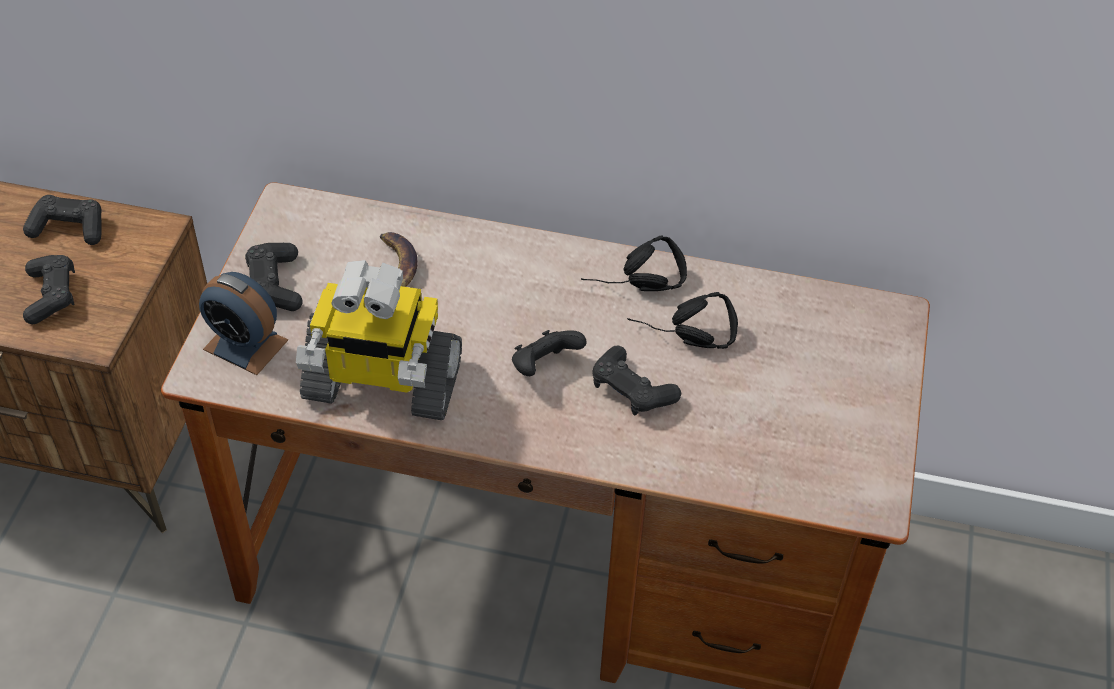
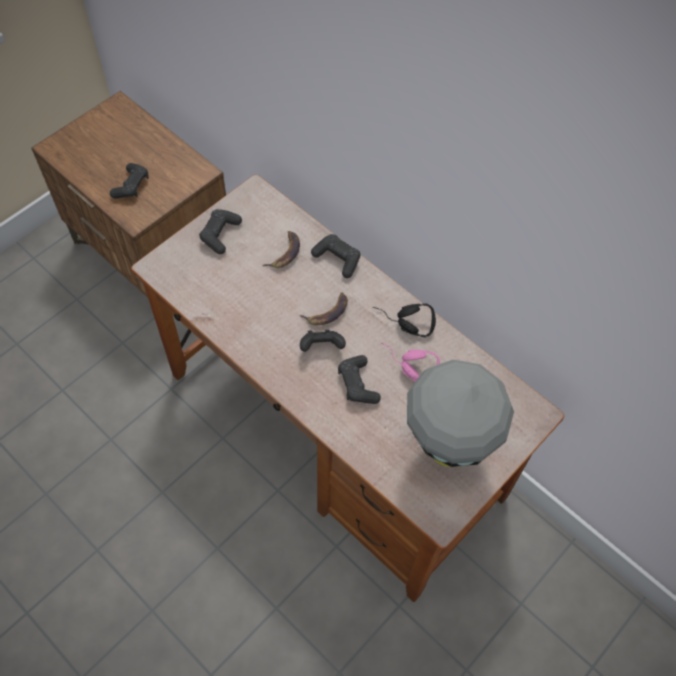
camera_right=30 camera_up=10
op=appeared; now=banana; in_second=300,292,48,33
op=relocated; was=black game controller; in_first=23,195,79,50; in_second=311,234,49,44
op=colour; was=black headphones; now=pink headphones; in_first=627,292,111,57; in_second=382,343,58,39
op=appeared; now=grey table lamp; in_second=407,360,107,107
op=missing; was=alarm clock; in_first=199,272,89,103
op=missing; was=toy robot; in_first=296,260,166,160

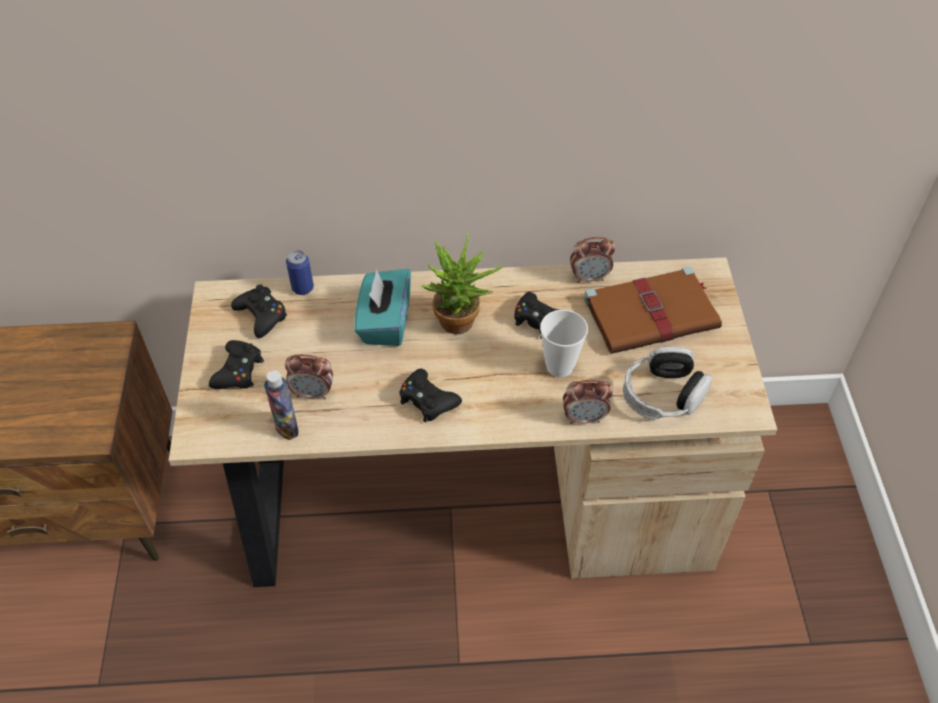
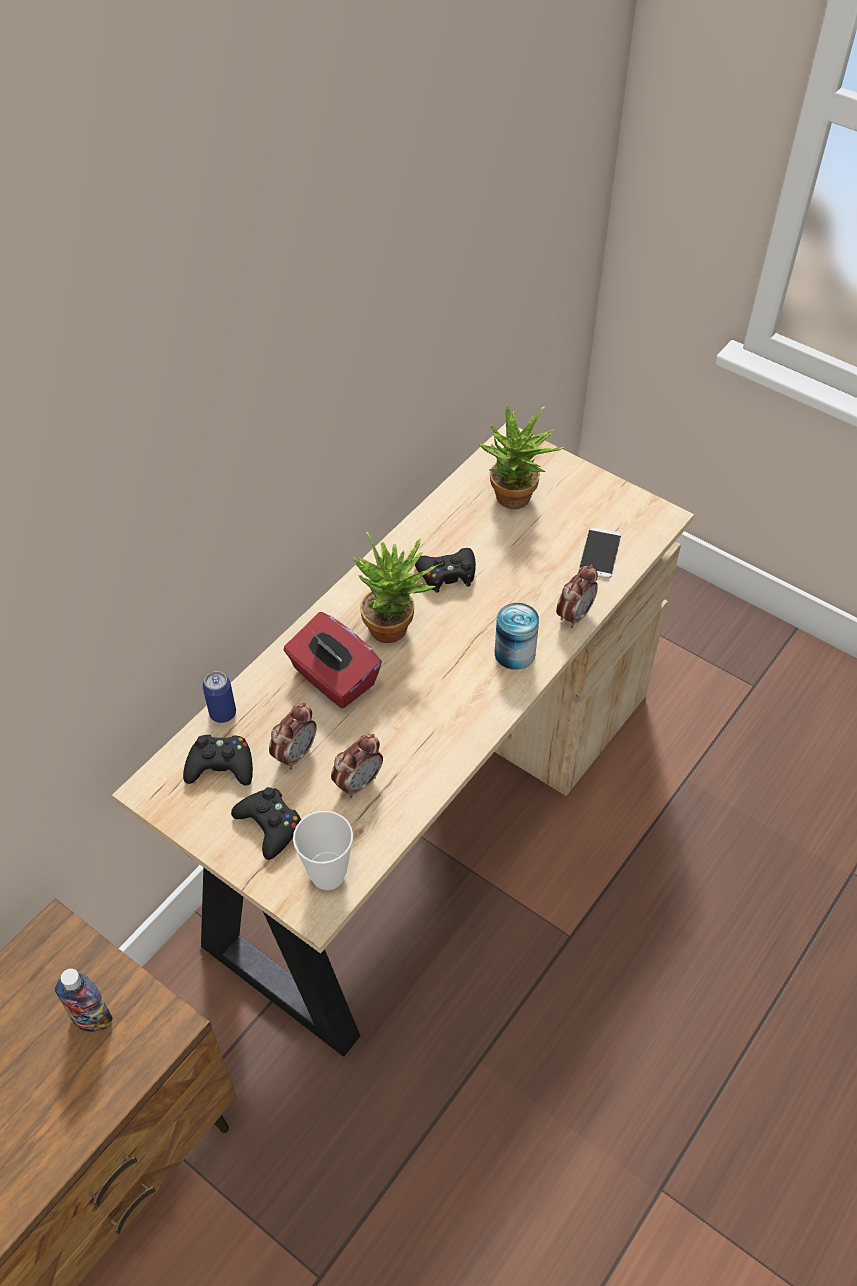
camera_right=-50 camera_up=0
op=relocated; was=bottle; in_first=264,370,35,70; in_second=54,969,59,63
op=relocated; was=alarm clock; in_first=570,237,45,46; in_second=269,703,48,67
op=colour; was=turquoise tissue box; now=red tissue box; in_first=355,269,56,77; in_second=284,612,98,96
op=relocated; was=cup; in_first=540,310,48,67; in_second=293,811,60,79
op=exchanged; was=brown book; now=potted plant; in_first=584,266,138,88; in_second=479,402,85,107
op=appeared; now=can; in_second=495,603,44,67
op=exchanged; was=headphones; now=phone; in_first=623,347,89,73; in_second=579,527,42,52
op=missing; was=black game controller; in_first=399,368,63,54

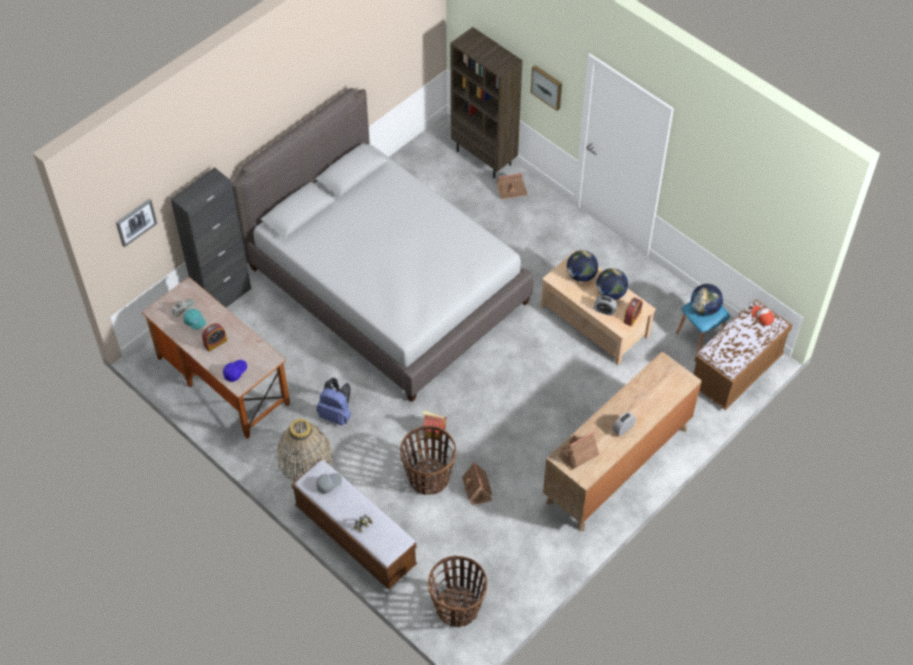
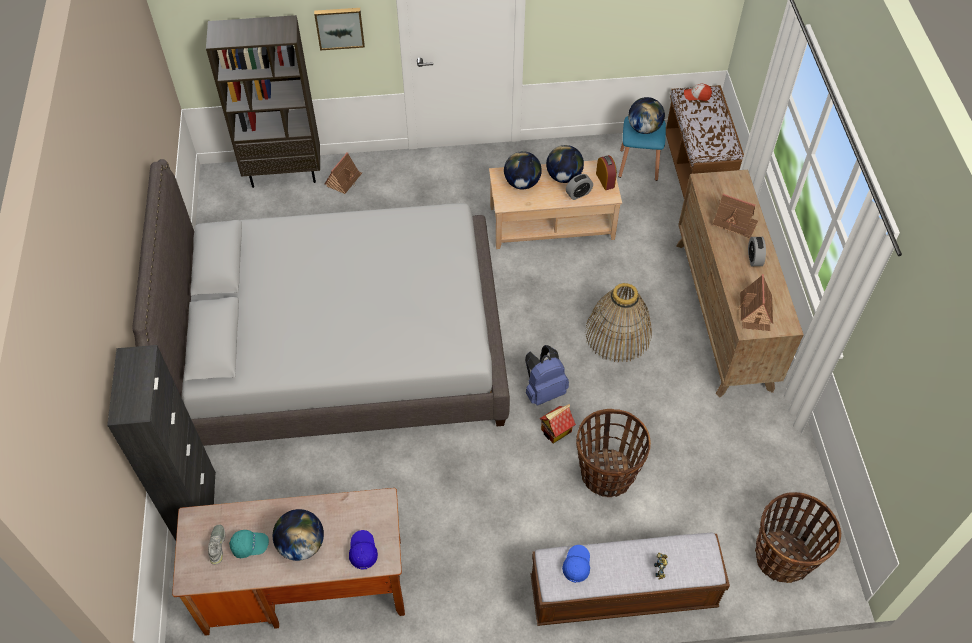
camera_right=-50 camera_up=0
op=exchanged; was=alarm clock; now=globe; in_first=202,323,25,29; in_second=273,509,51,52
op=relocated; was=blue backpack; in_first=317,378,34,48; in_second=525,345,44,61
op=colour; was=grey cap; now=blue cap; in_first=316,473,26,21; in_second=562,545,28,38
op=relocated; was=basket; in_first=277,419,56,62; in_second=585,283,67,80
op=relocated; was=toy house; in_first=462,462,30,43; in_second=713,194,45,44
op=missing; was=picture; in_first=116,198,41,49

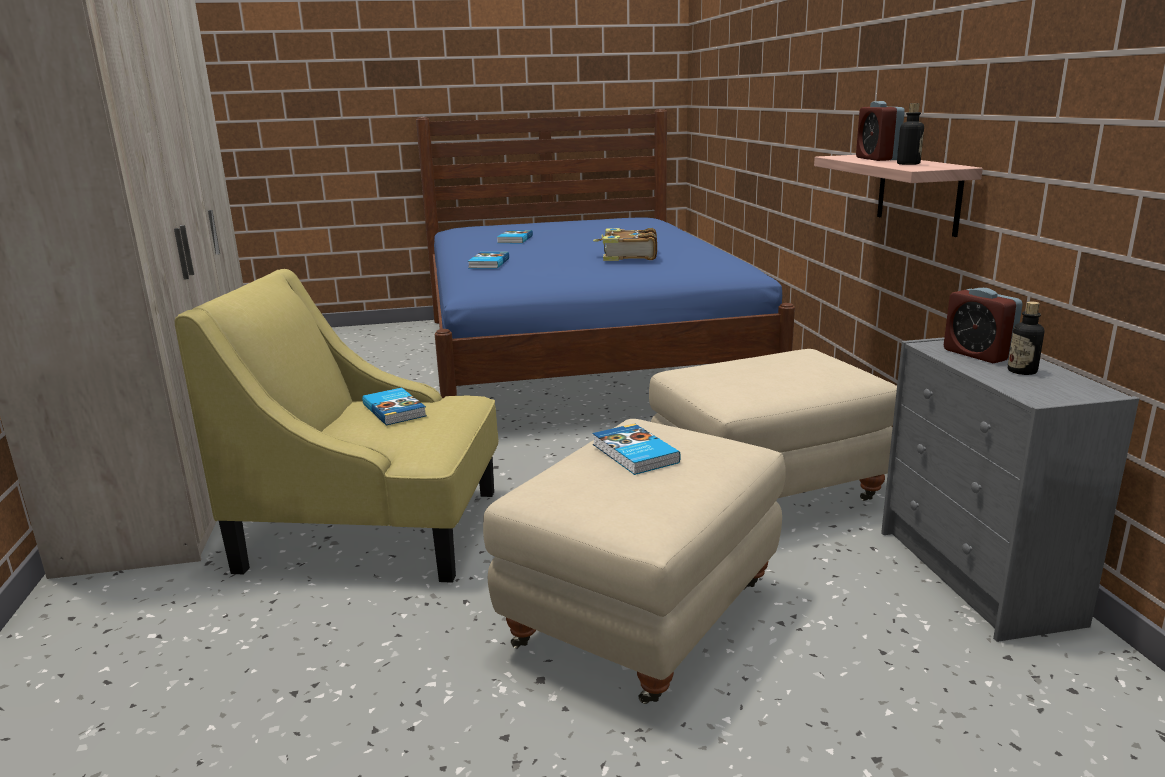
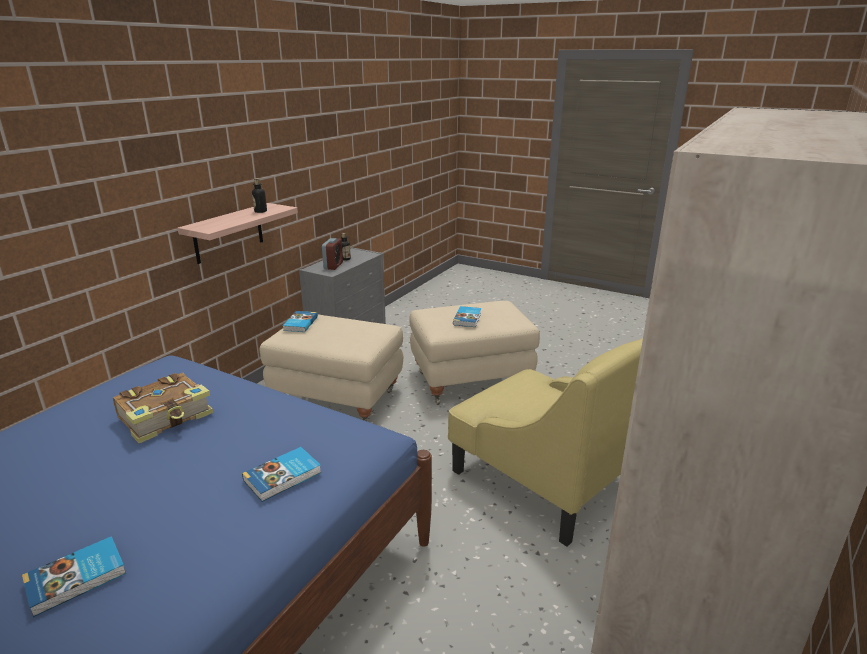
camera_right=-140 camera_up=5
op=relocated; was=book; in_first=362,387,65,38; in_second=283,311,35,21
op=missing; was=alarm clock; in_first=856,101,49,60

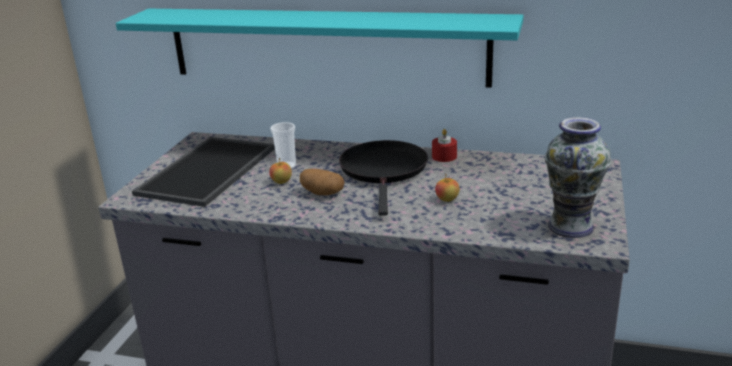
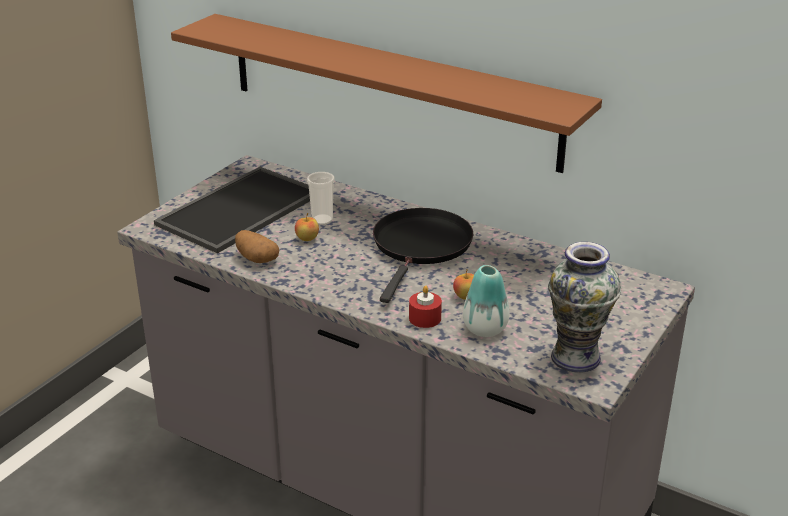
camera_right=15 camera_up=5
op=colour; was=turquoise shelf; now=brown shelf; in_first=116,9,408,79; in_second=171,14,431,159
op=relocated; was=potato; in_first=300,169,45,26; in_second=235,230,44,33
op=relocated; was=red candle; in_first=432,129,25,33; in_second=409,286,33,42
op=appeared; now=vase; in_second=463,265,46,72

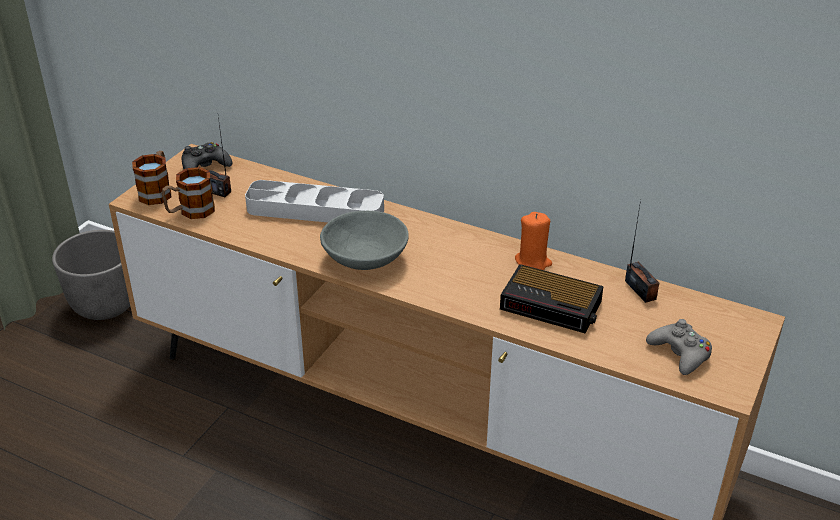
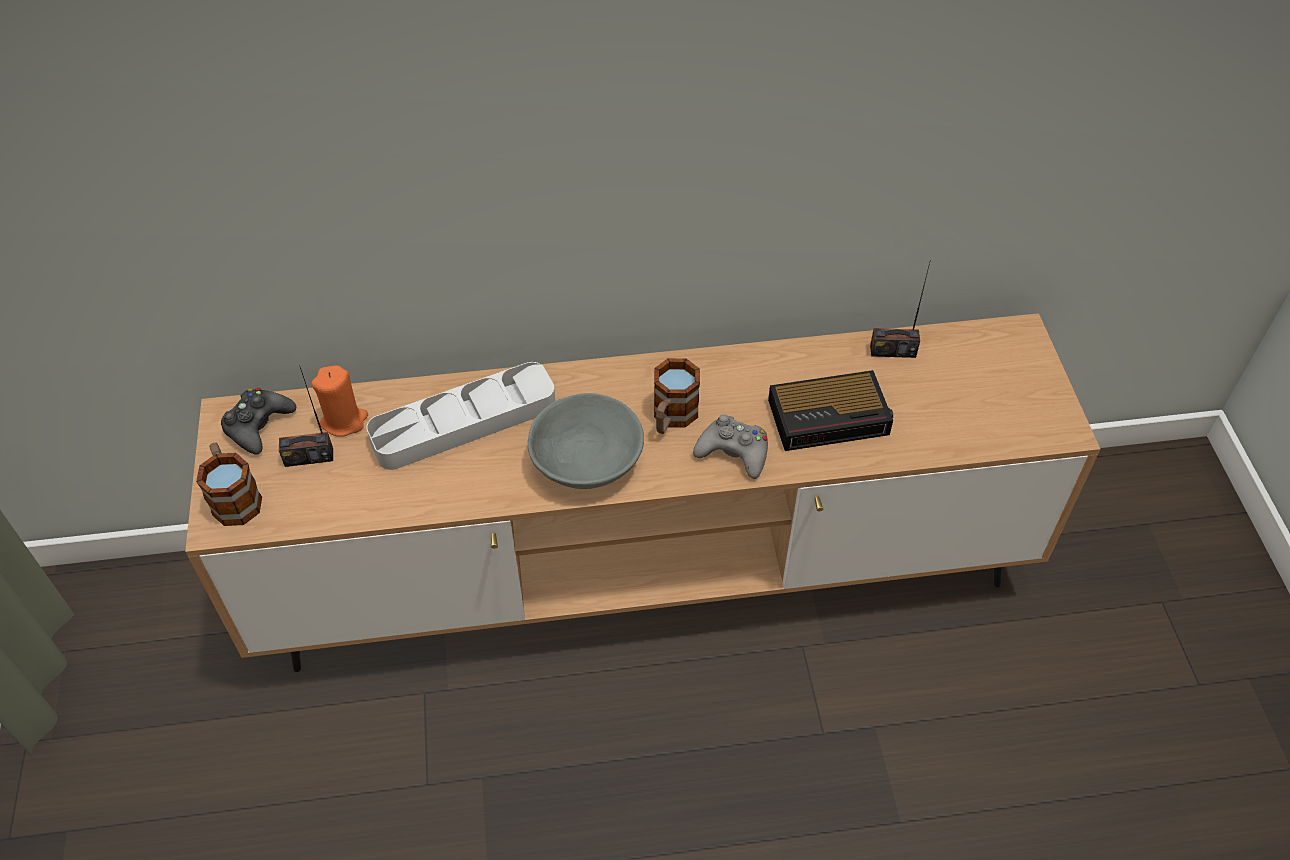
camera_right=-35 camera_up=15
op=relocated; was=orange candle; in_first=515,212,37,58; in_second=311,365,57,72
op=relocated; was=mug; in_first=162,167,53,52; in_second=654,358,46,76
op=relocated; was=grey game controller; in_first=646,319,66,56; in_second=693,414,75,65
op=spun; was=radio; in_first=625,200,34,103; in_second=870,263,60,95; clockwise=150
op=missing; was=grey planter; in_first=52,230,78,90

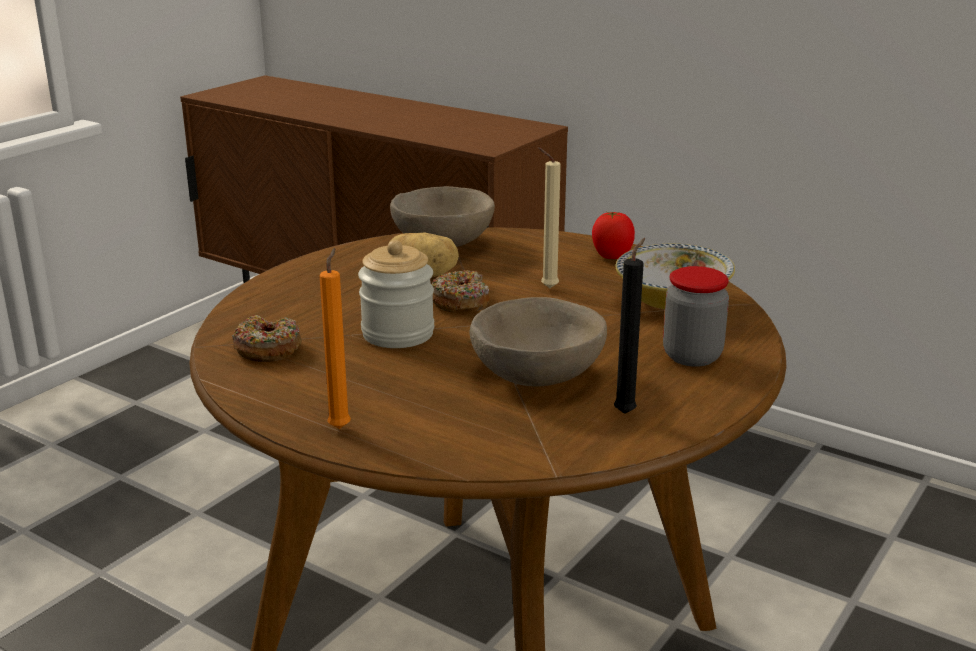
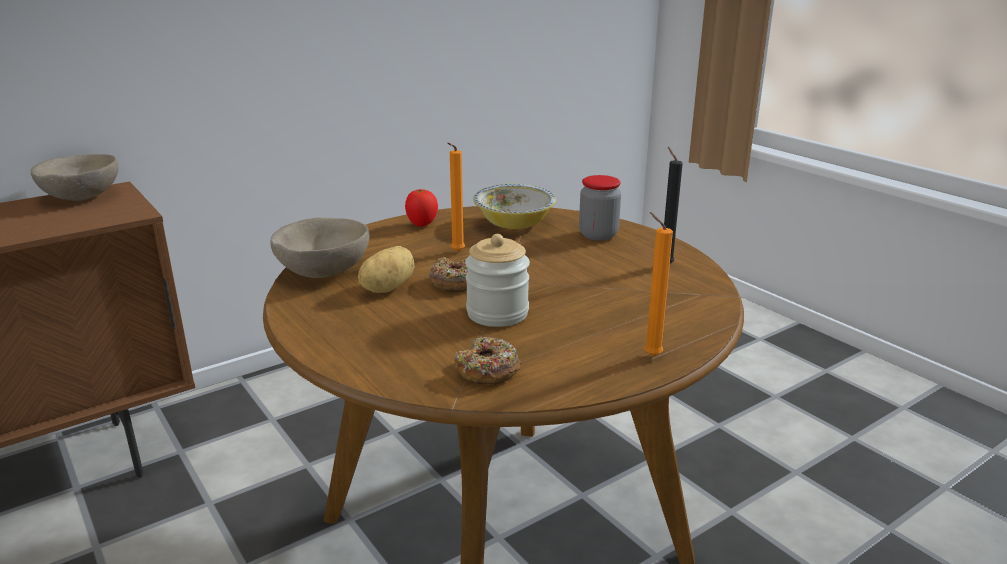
camera_right=-70 camera_up=0
op=relocated; was=beige bowl; in_first=469,297,138,90; in_second=31,154,88,47
op=colour; was=beige candle; now=orange candle; in_first=538,147,23,141; in_second=447,142,18,110

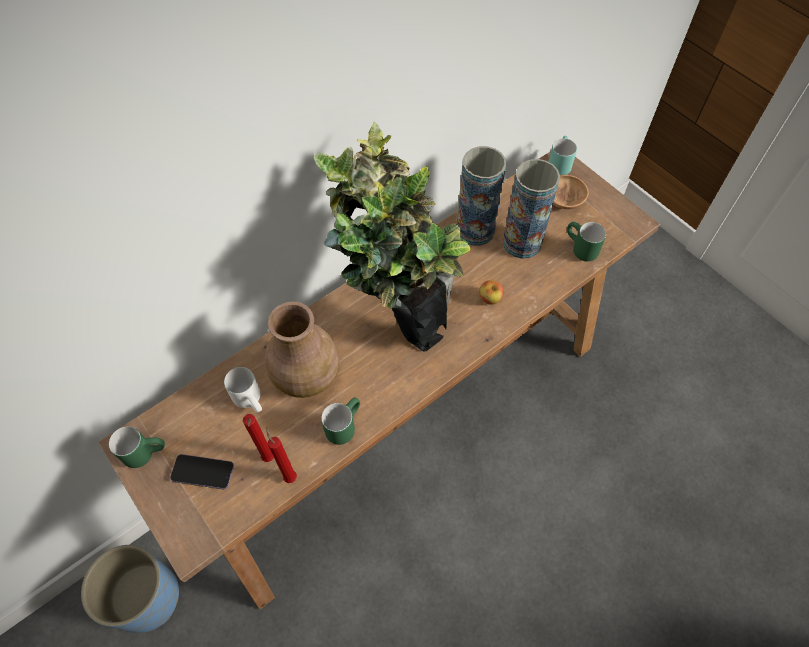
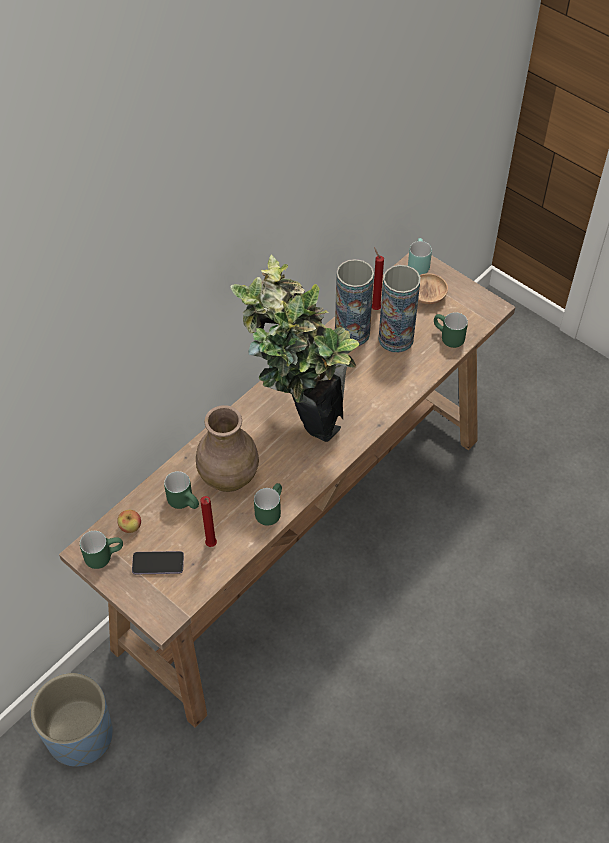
camera_right=-10 camera_up=-5
op=relocated; was=apple; in_first=479,280,25,25; in_second=117,510,24,23
op=colour; was=white mug; now=green mug; in_first=224,367,38,46; in_second=164,471,35,38
op=relocated; was=red candle; in_first=266,427,31,56; in_second=372,248,12,62

